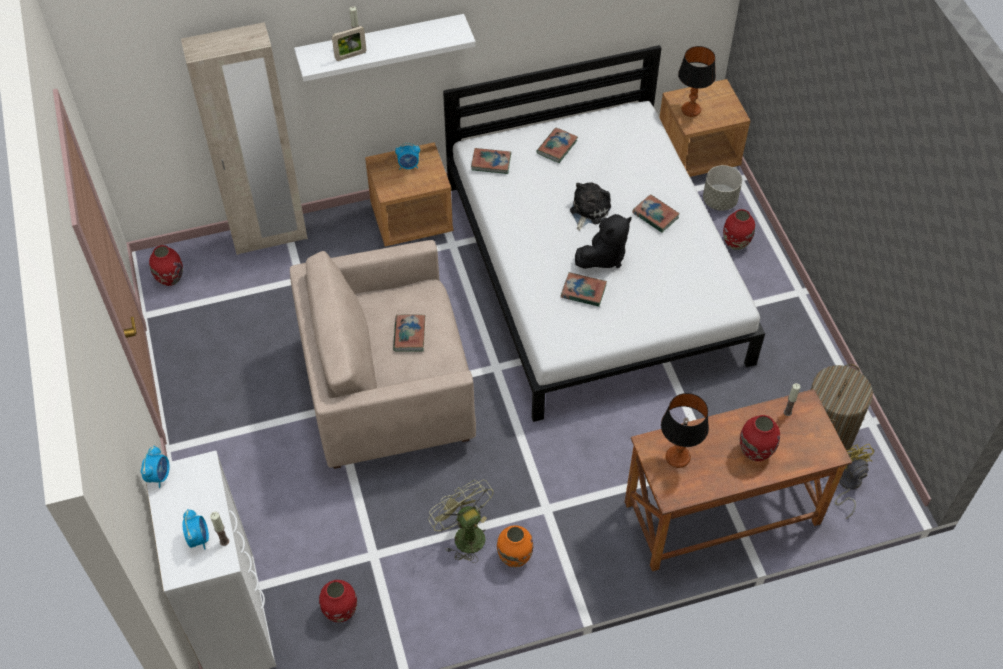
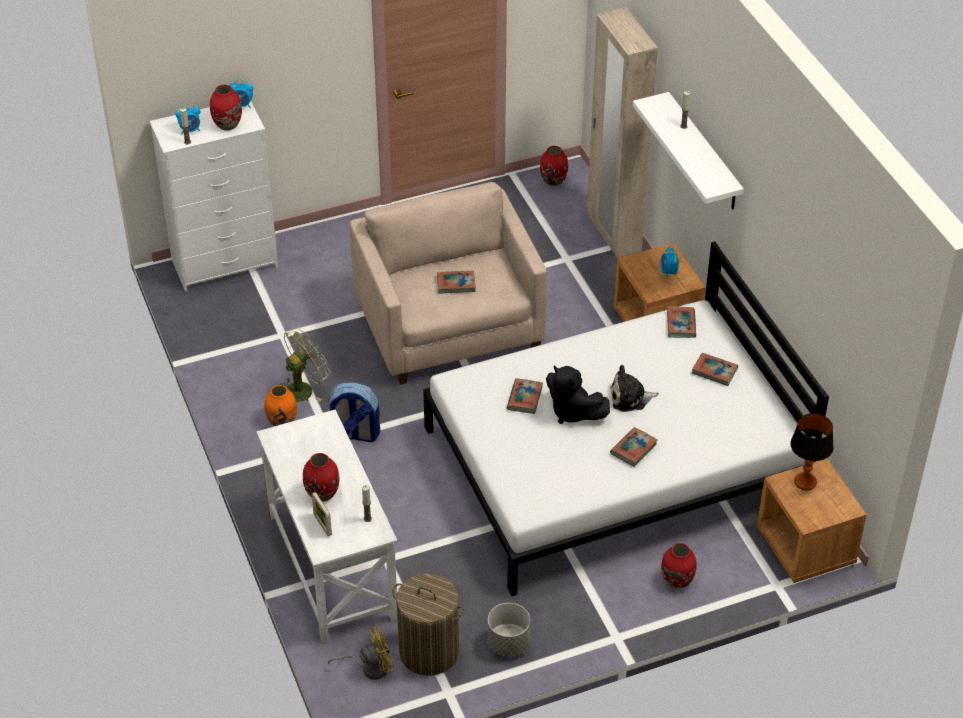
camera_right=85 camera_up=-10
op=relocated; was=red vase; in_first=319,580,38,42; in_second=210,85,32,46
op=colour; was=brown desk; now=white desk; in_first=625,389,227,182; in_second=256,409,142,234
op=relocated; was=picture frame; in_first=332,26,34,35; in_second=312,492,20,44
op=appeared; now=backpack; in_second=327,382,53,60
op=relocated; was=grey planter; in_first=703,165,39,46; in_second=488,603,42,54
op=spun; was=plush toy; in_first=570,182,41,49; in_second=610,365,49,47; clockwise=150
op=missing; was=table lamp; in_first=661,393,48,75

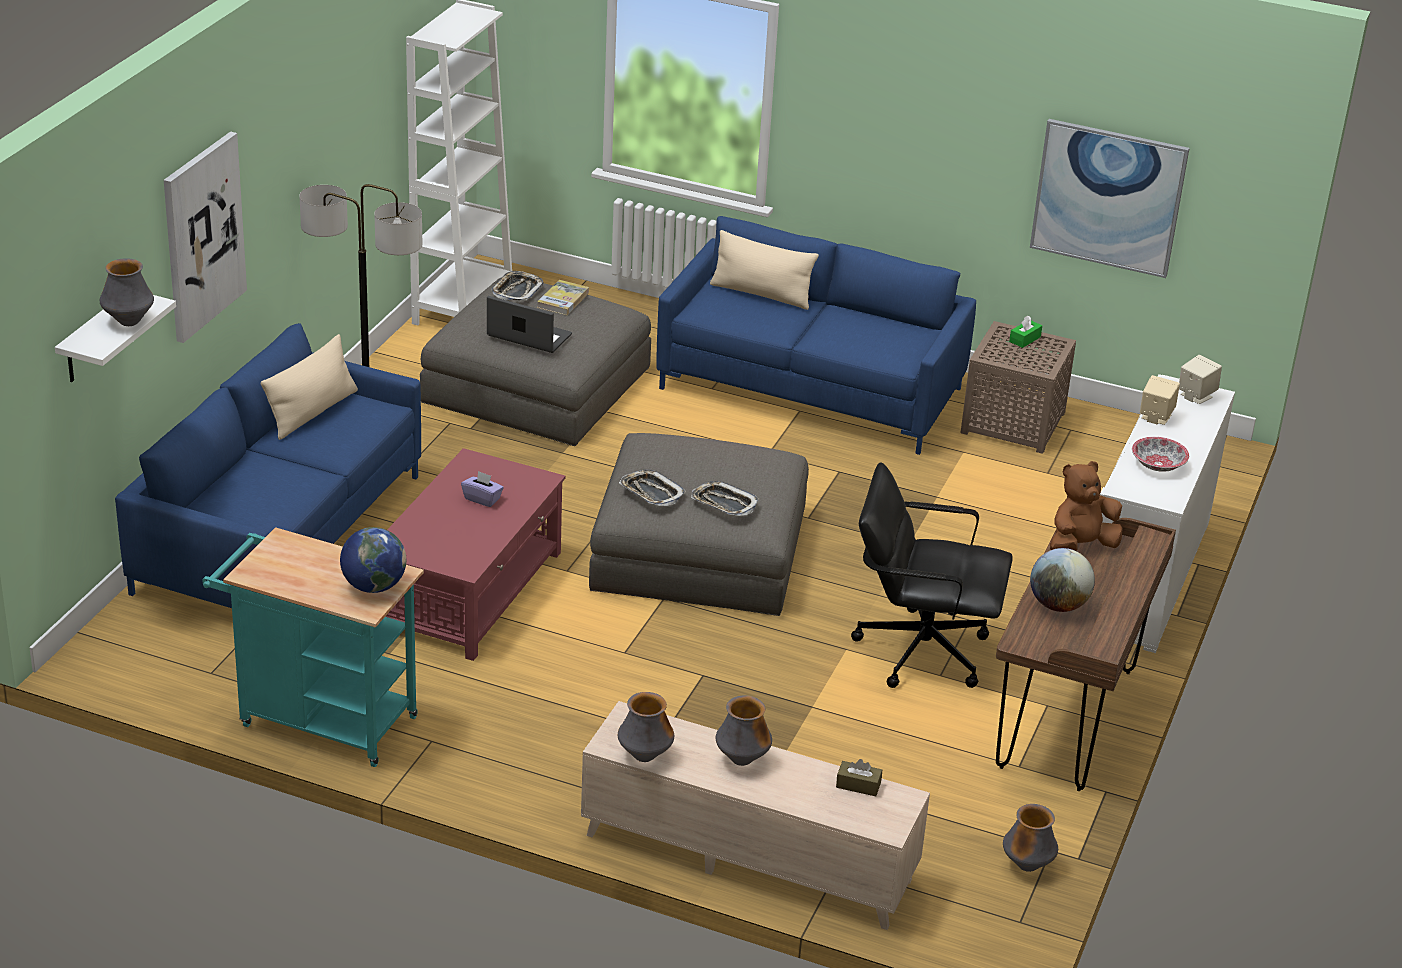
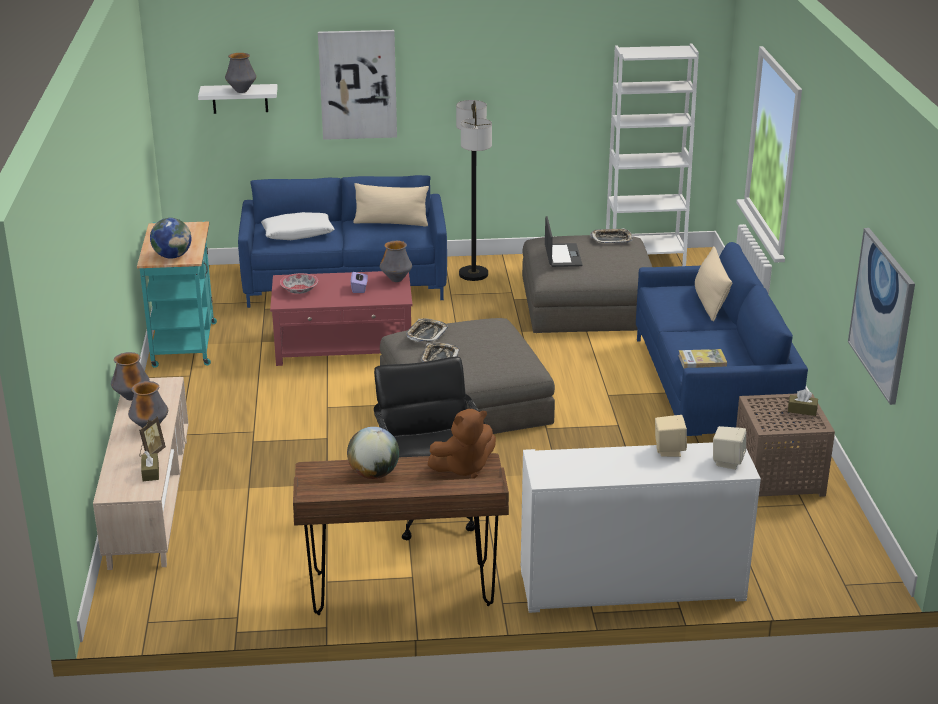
camera_right=65 camera_up=-5
op=appeared; now=picture frame; in_second=139,417,27,40
op=appeared; now=white pillow; in_second=261,212,73,28
op=relocated; was=bowl; in_first=1132,437,57,35; in_second=280,273,38,21
op=relocated; was=vase; in_first=1003,804,55,68; in_second=380,241,32,41
op=spun; was=brown plush toy; in_first=1050,461,73,90; in_second=427,409,69,70; clockwise=120
op=relocated; was=book; in_first=537,280,52,35; in_second=678,349,49,20
op=colour; was=green tissue box; now=brown tissue box; in_first=1009,315,33,33; in_second=788,389,30,27

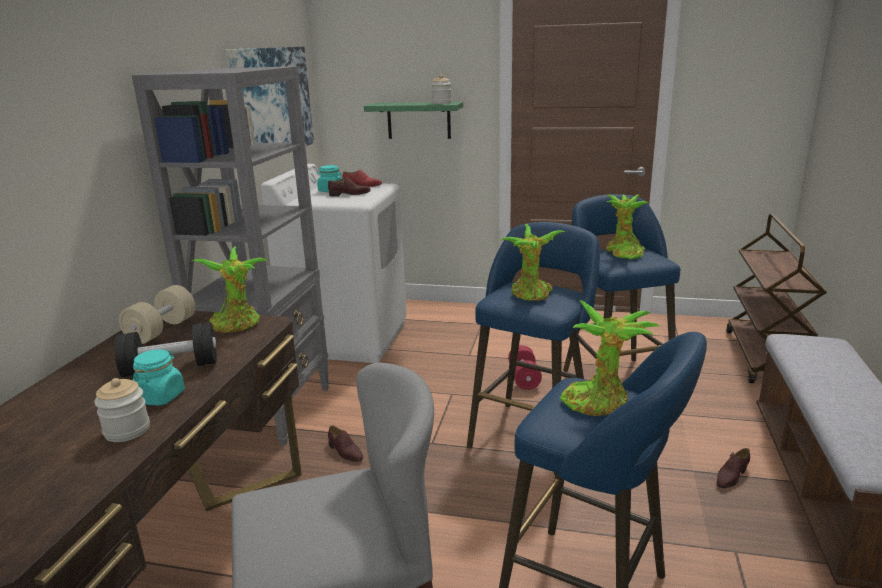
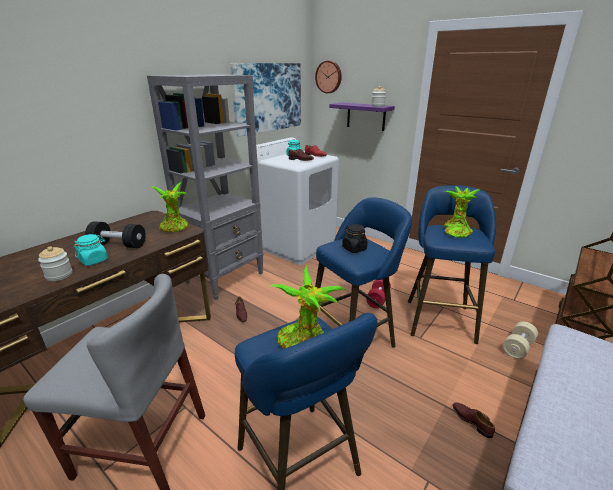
camera_right=25 camera_up=5
op=appeared; now=wall clock; in_second=315,61,27,32
op=colour; was=green shelf; now=purple shelf; in_first=364,102,99,37; in_second=329,102,66,29
op=exchanged; was=potted plant; now=black jar; in_first=500,224,66,77; in_second=342,224,26,29
op=spun; was=brown shoe; in_first=716,448,34,40; in_second=453,402,42,36; clockwise=75
op=relocated; was=beige dumbbell; in_first=119,285,76,59; in_second=503,322,35,37

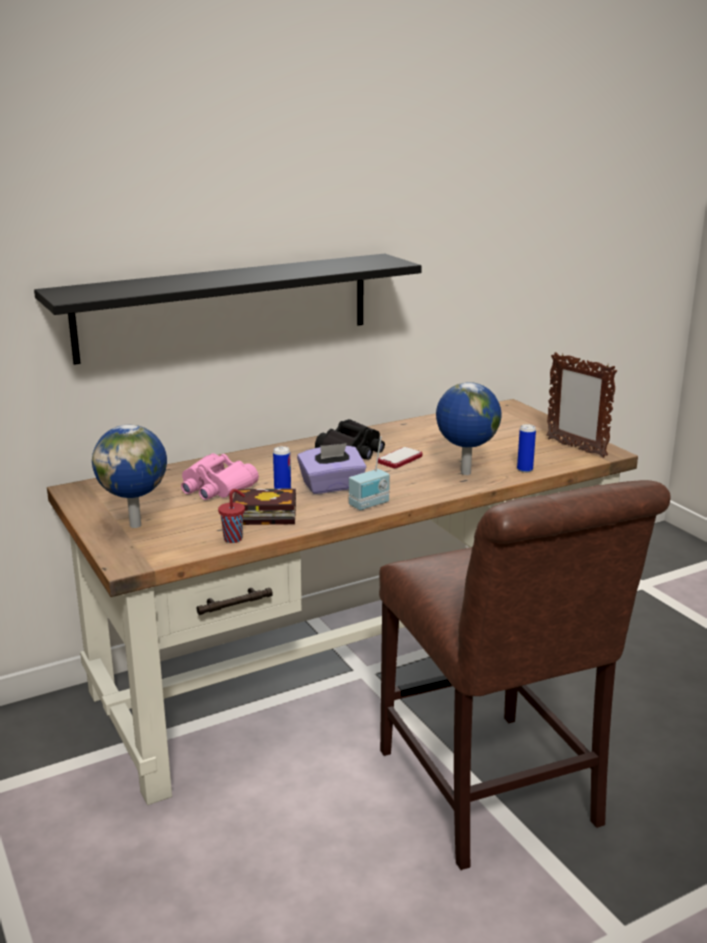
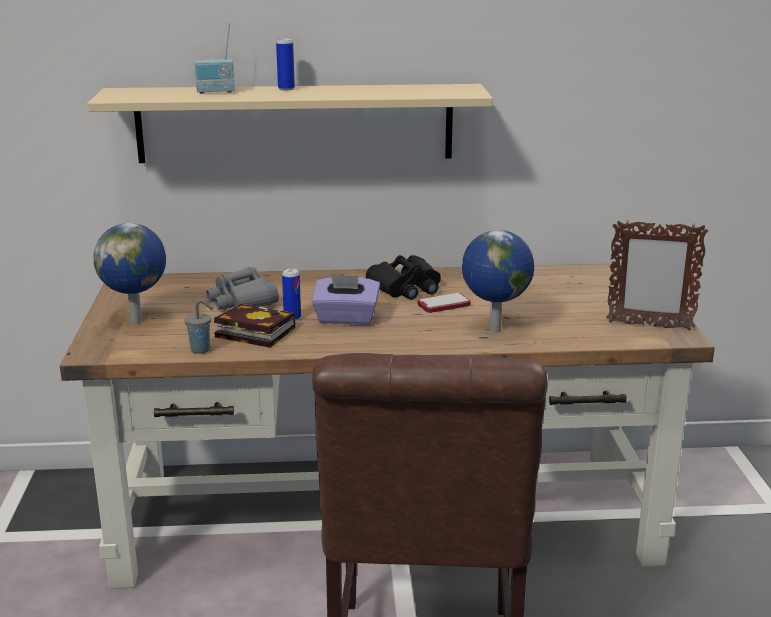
camera_right=25 camera_up=0
op=colour; was=black shelf; now=beige shelf; in_first=34,254,388,111; in_second=87,84,406,79
op=colour; was=red cup; now=grey cup; in_first=218,489,27,54; in_second=184,300,29,54
op=relocated; was=radio; in_first=349,437,41,74; in_second=194,23,40,71
op=colour; was=pink binoculars; now=grey binoculars; in_first=181,453,78,47; in_second=206,267,73,43
op=relocated; was=can; in_first=517,424,19,49; in_second=276,38,19,52
op=spun; was=picture frame; in_first=546,352,71,106; in_second=606,221,102,109; clockwise=-60

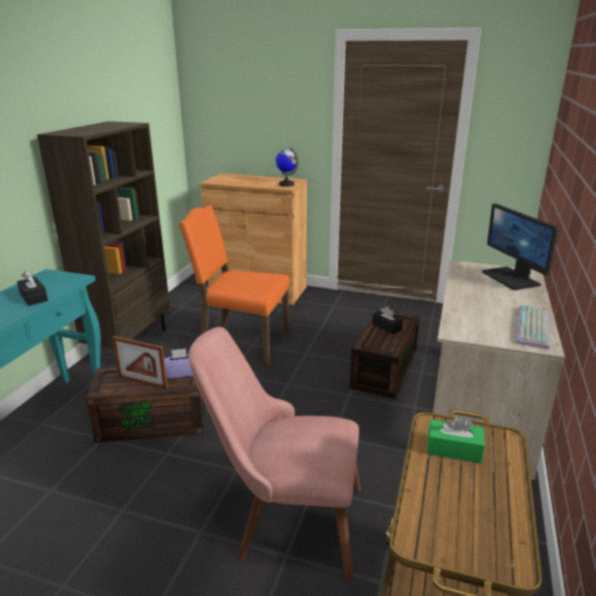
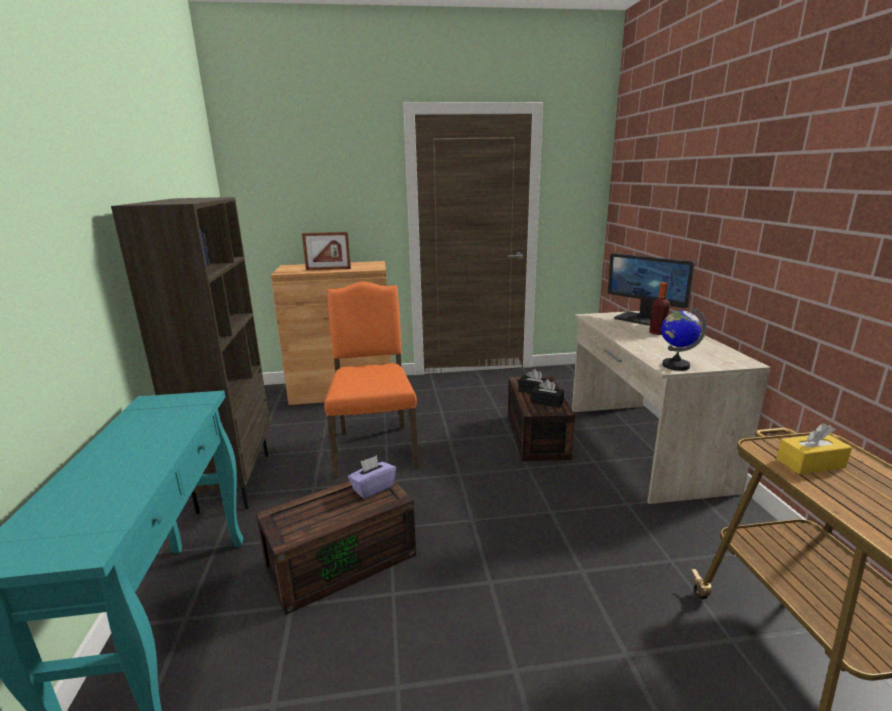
camera_right=-25 camera_up=-5
op=relocated; was=picture frame; in_first=112,336,56,53; in_second=302,232,49,38
op=spun; was=orange chair; in_first=178,205,112,163; in_second=324,282,95,196; clockwise=90
op=relocated; was=black tissue box; in_first=17,271,31,35; in_second=530,379,34,29
op=appeared; now=bottle; in_second=649,282,21,53
op=relocated; was=globe; in_first=276,147,22,40; in_second=661,307,46,64
op=colour; was=green tissue box; now=yellow tissue box; in_first=427,415,58,48; in_second=776,423,76,51
op=missing; was=pink chair; in_first=189,327,172,253
op=missing; was=keyboard; in_first=516,305,33,45

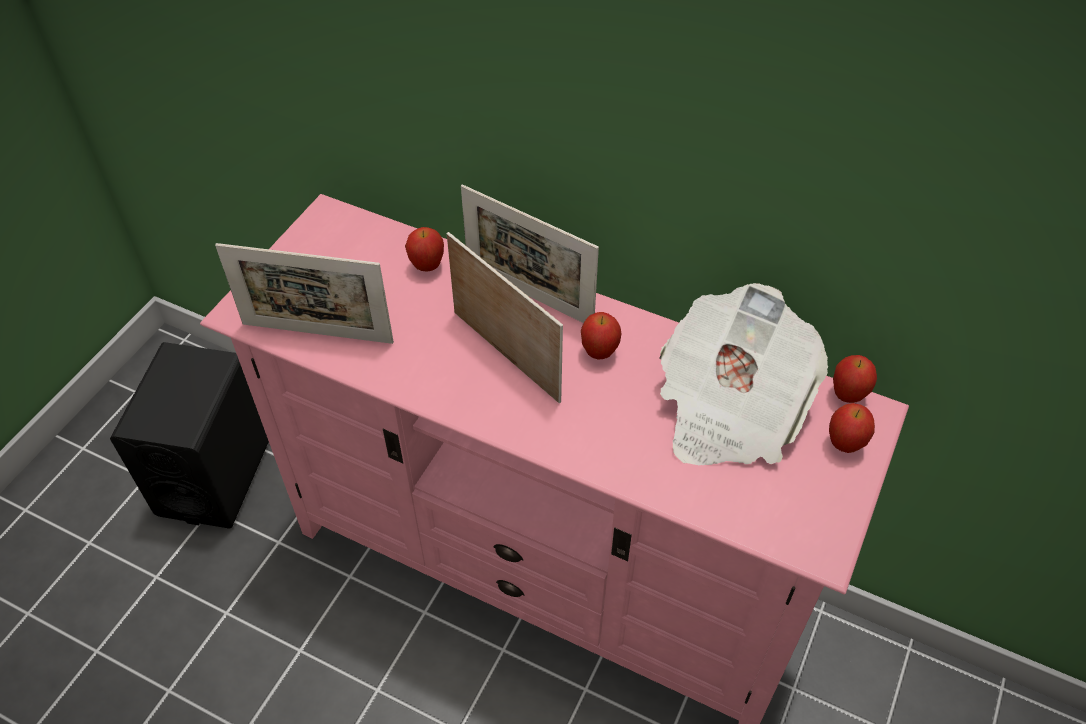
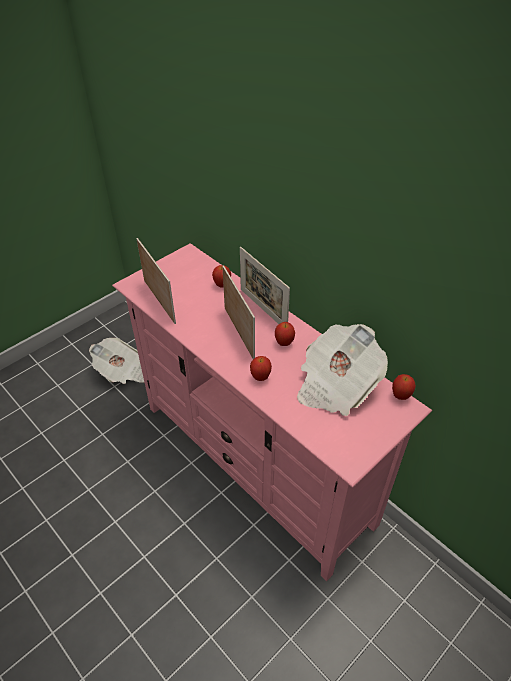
camera_right=20 camera_up=-5
op=exchanged; was=black speaker; now=newspaper; in_first=110,342,159,186; in_second=89,338,55,46
op=spun; was=picture frame; in_first=215,243,179,101; in_second=137,238,39,86; clockwise=-150
op=relocated; was=apple; in_first=829,403,46,50; in_second=250,356,22,25

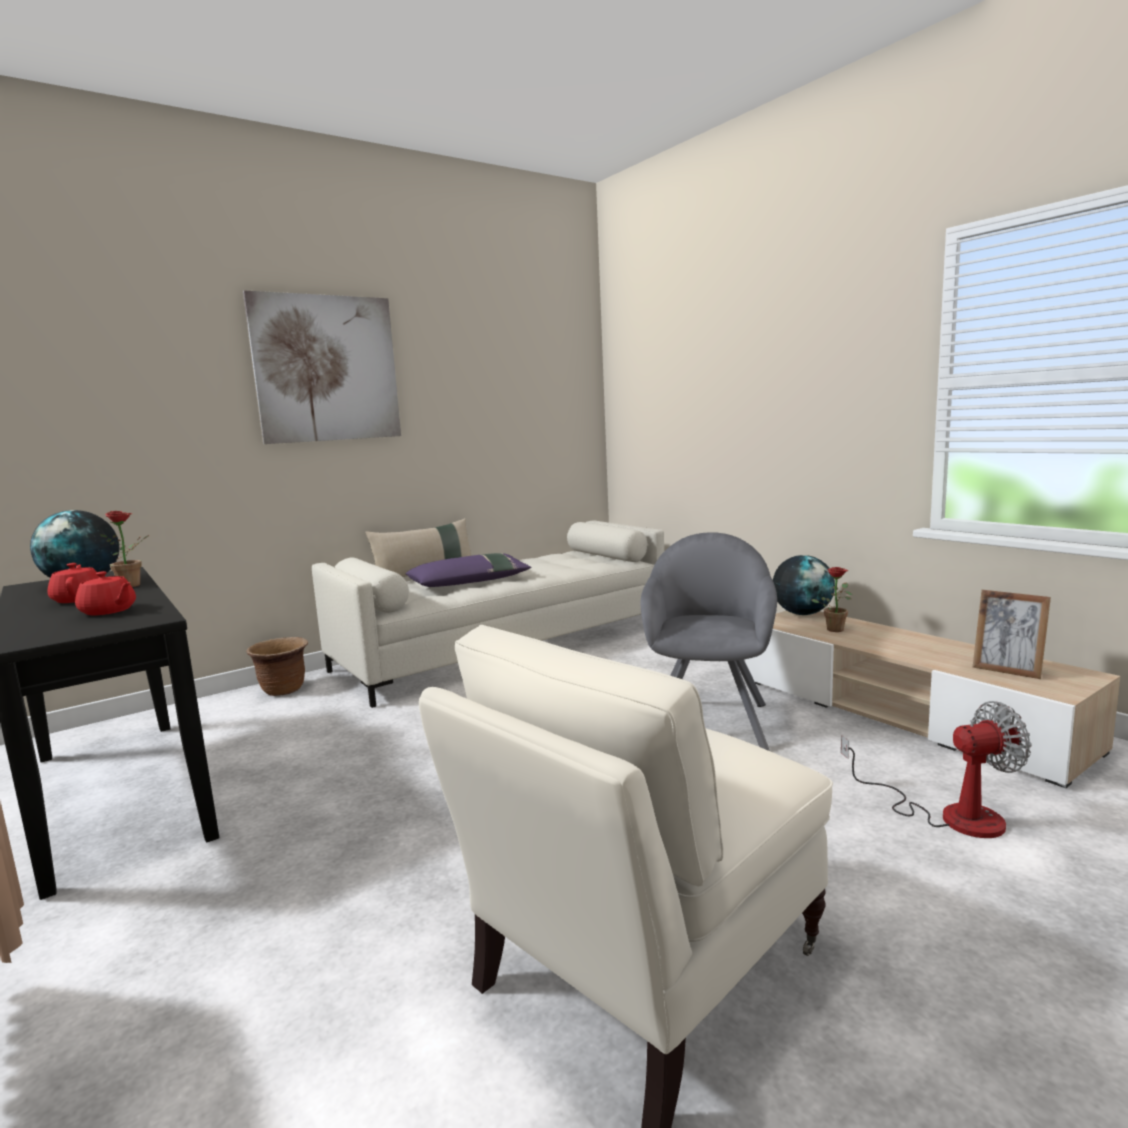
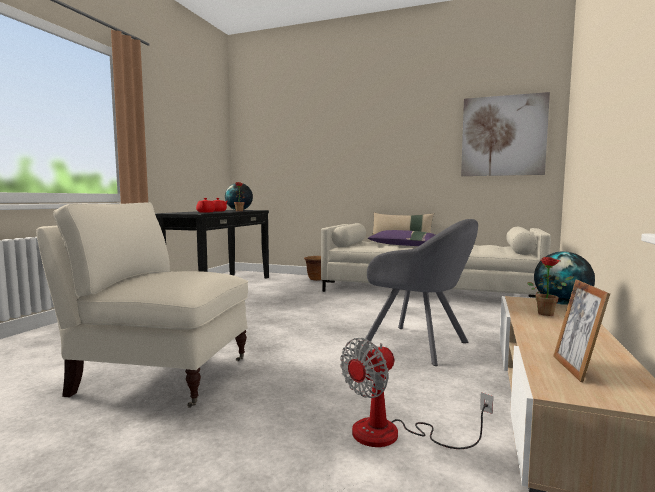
camera_right=55 camera_up=-5
op=spun; was=fan; in_first=841,701,191,137; in_second=340,338,153,111; clockwise=90
op=spun; was=grey armchair; in_first=640,532,137,219; in_second=365,219,113,147; clockwise=60
op=relocated; was=picture; in_first=243,290,158,154; in_second=461,92,89,84

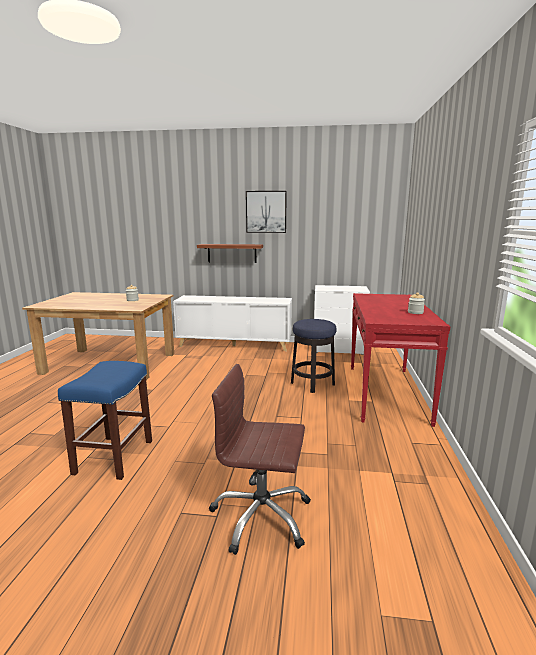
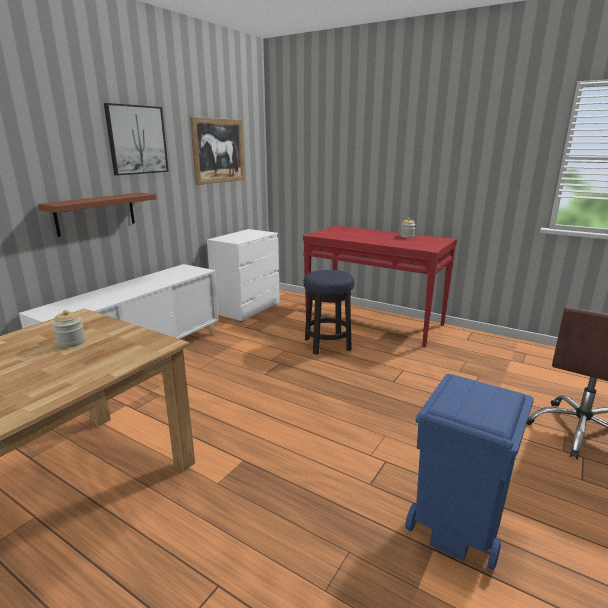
camera_right=-65 camera_up=5
op=appeared; now=picture; in_second=190,117,55,68
op=exchanged; was=blue stool; now=blue trash can; in_first=58,361,94,119; in_second=405,374,129,196

